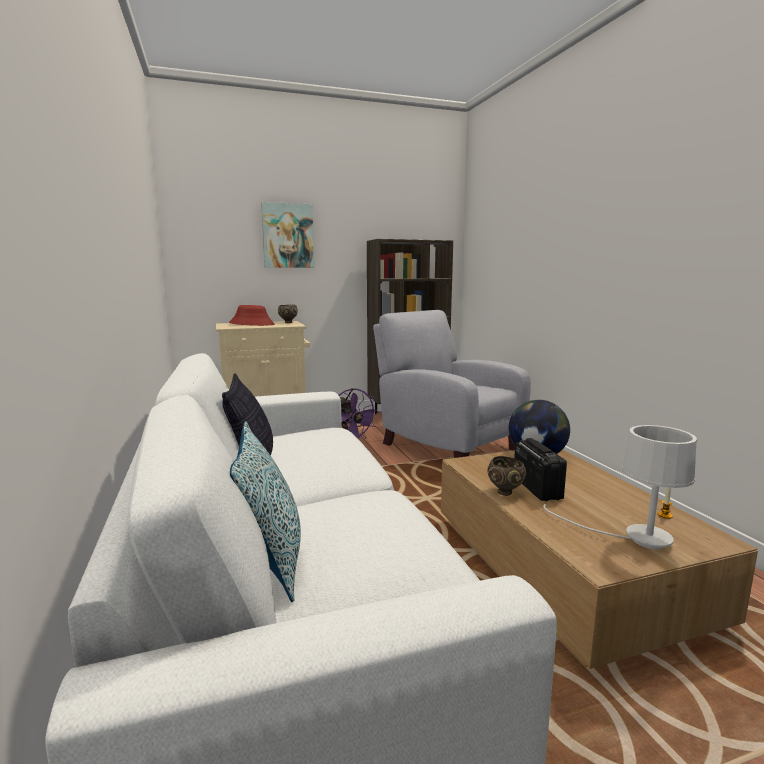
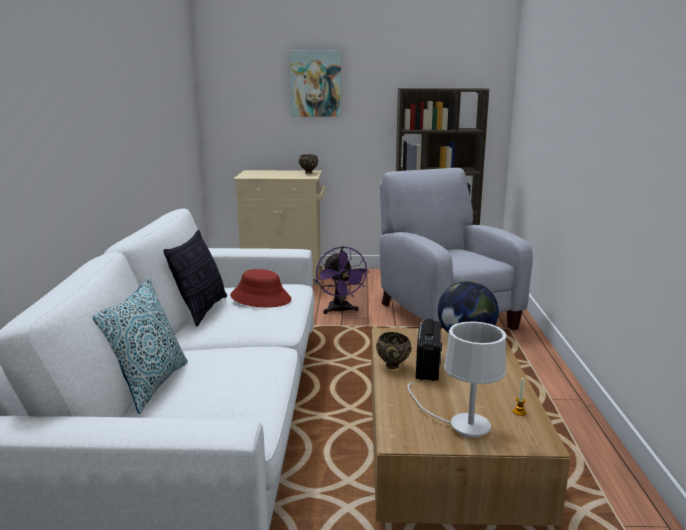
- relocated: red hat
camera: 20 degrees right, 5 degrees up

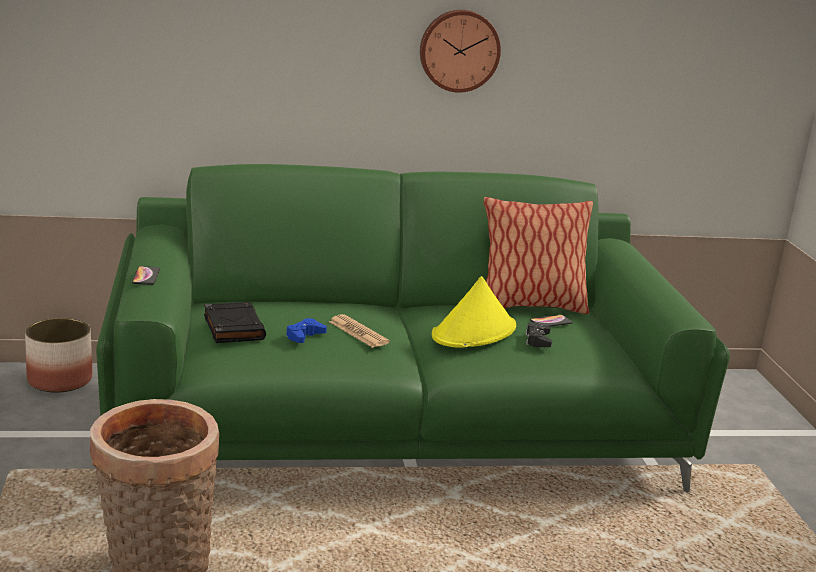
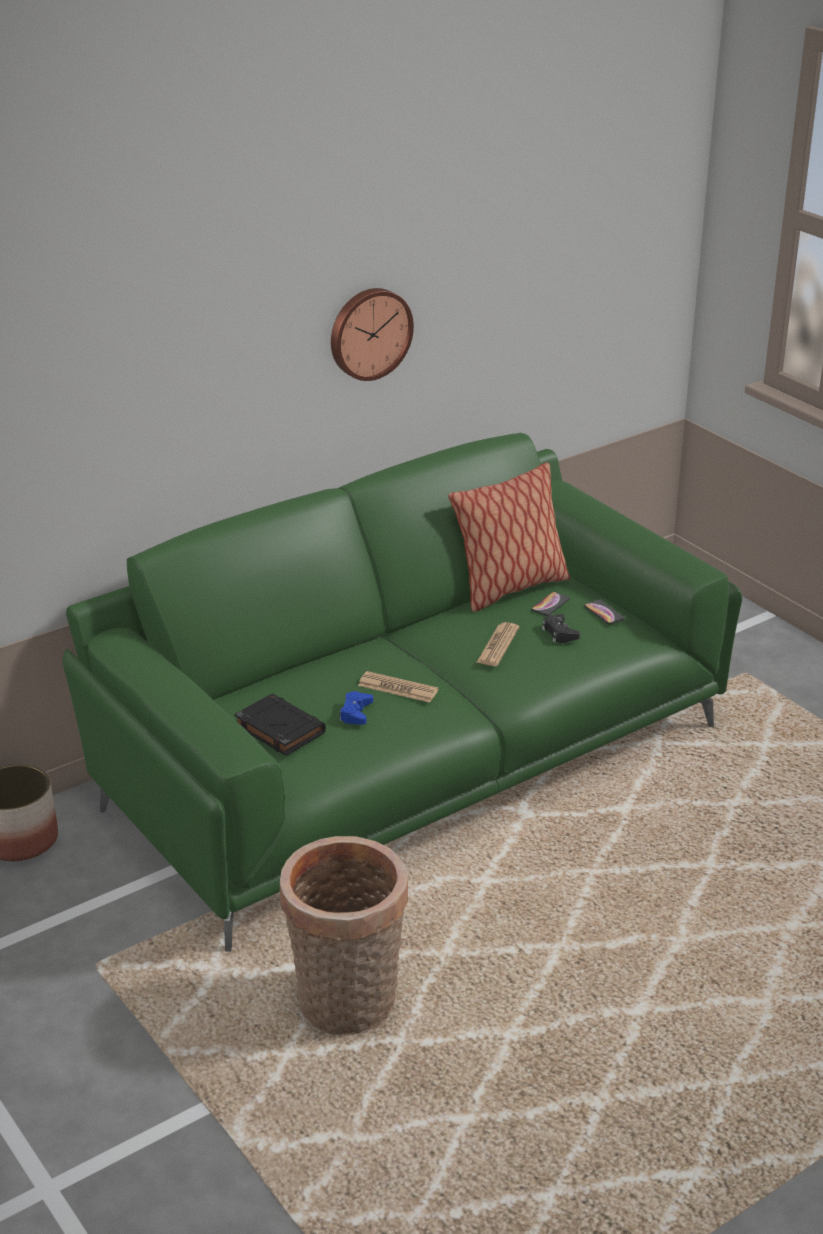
- relocated: phone (no. 1 from left in the first image) to phone (no. 2 from left)
- exchanged: yellow hat to newspaper (no. 2 from left)
camera: 25 degrees left, 10 degrees up

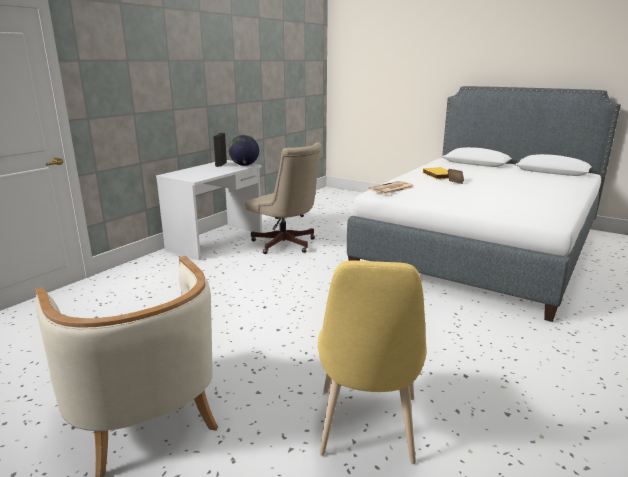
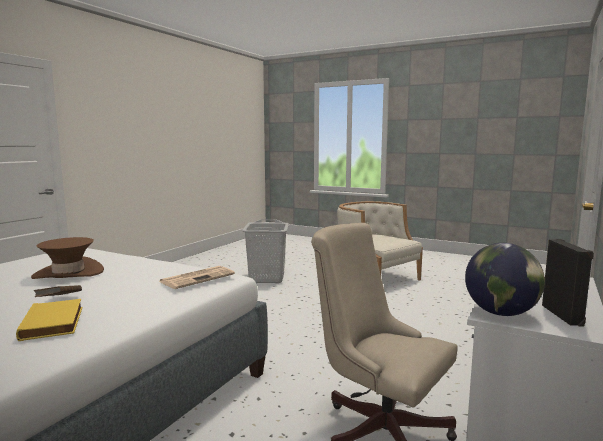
- exchanged: yellow chair to grey laundry basket
- appeared: brown hat
camera: 175 degrees right, 10 degrees down

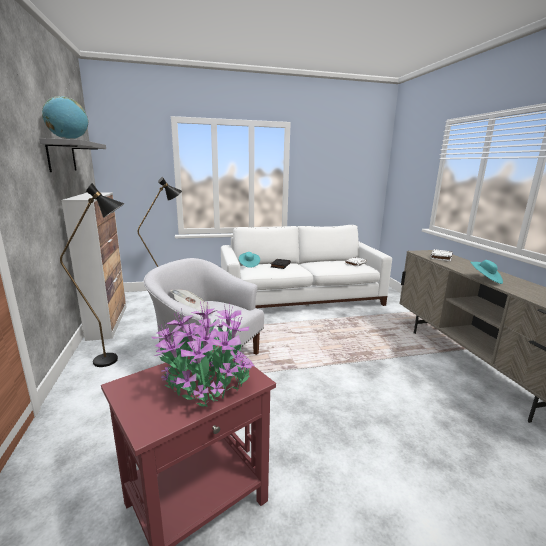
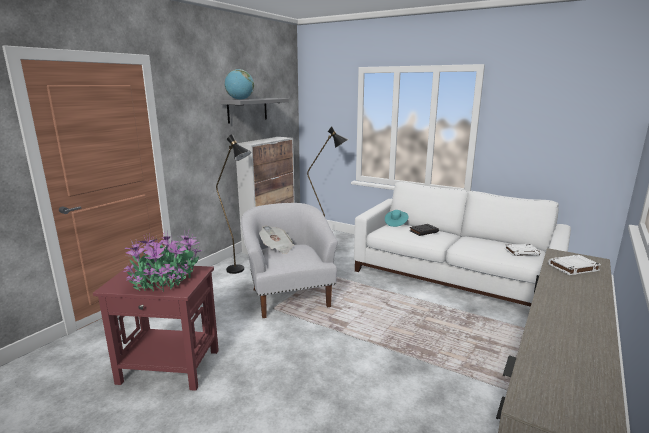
- missing: turquoise hat (no. 2 from left)
camera: 45 degrees right, 0 degrees up

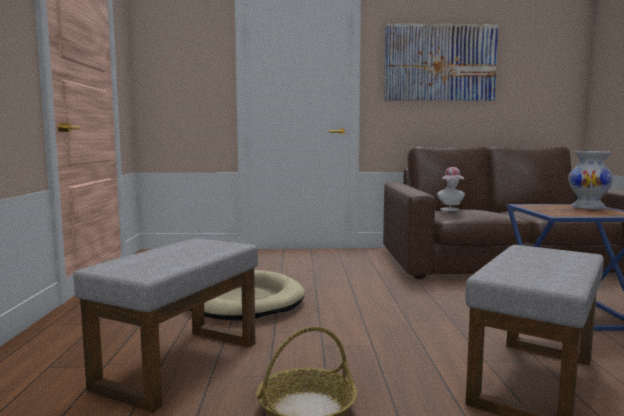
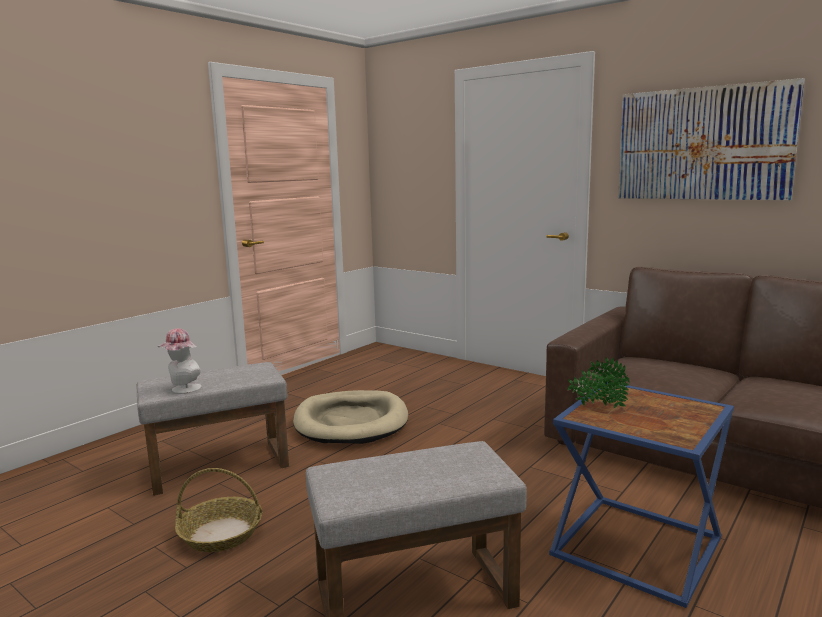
- missing: white vase
- relocated: hat
- appeared: potted plant
camera: 40 degrees right, 5 degrees up

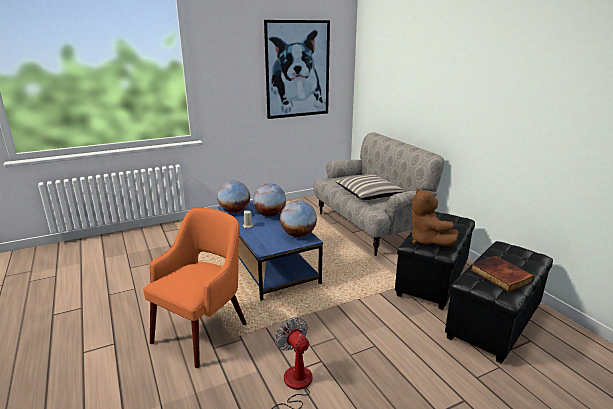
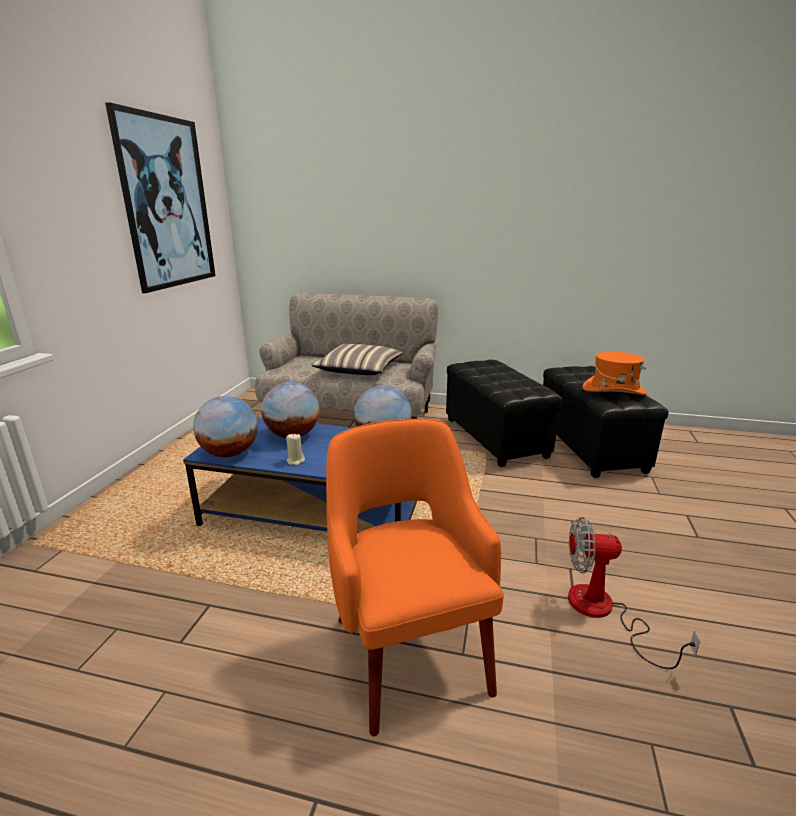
- missing: brown plush toy
- exchanged: book to orange hat
camera: 50 degrees left, 0 degrees up

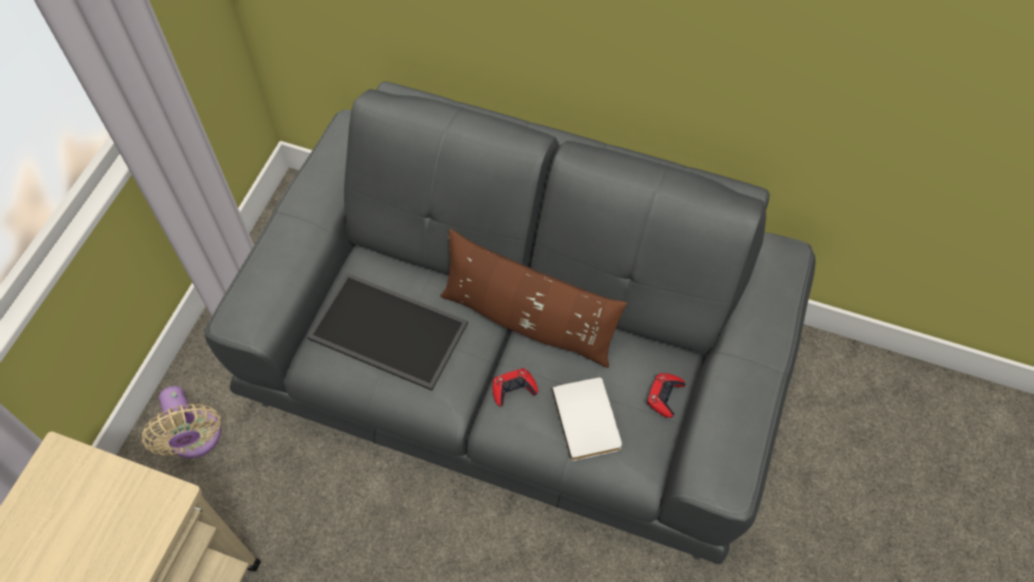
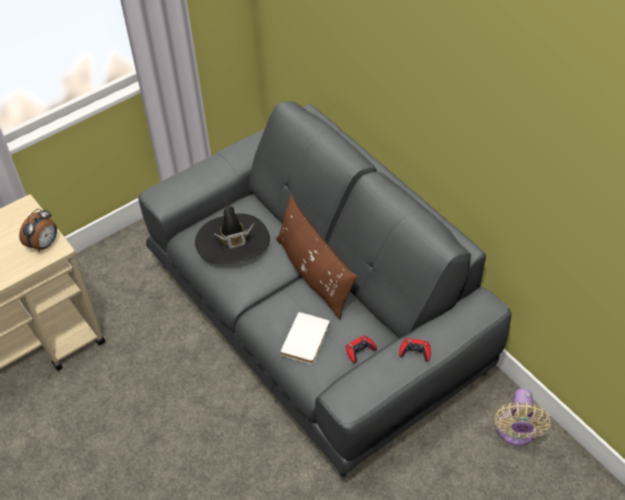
- exchanged: tray to black hat
- relocated: red game controller (no. 1 from left in the first image) to red game controller (no. 2 from left)
- relocated: beige fan
- appeared: alarm clock
camera: 35 degrees right, 10 degrees down

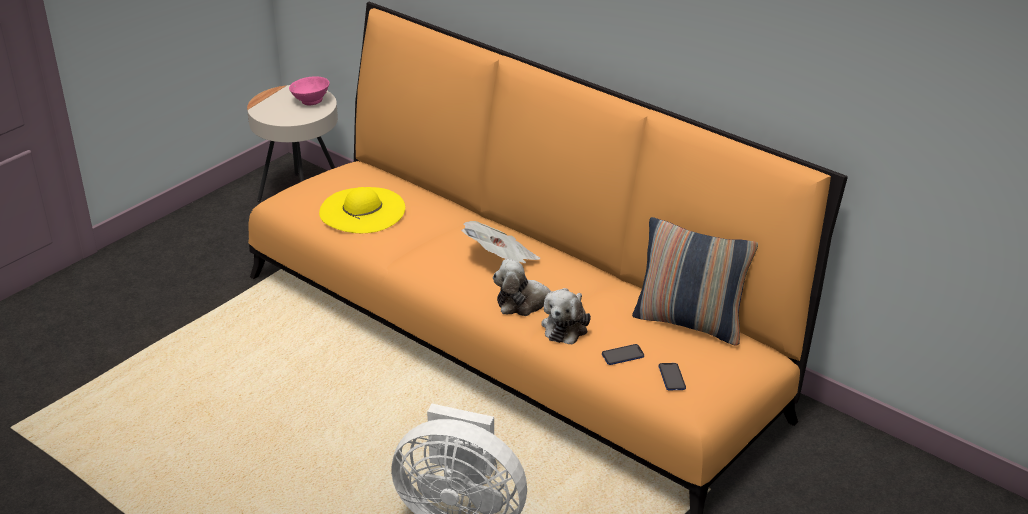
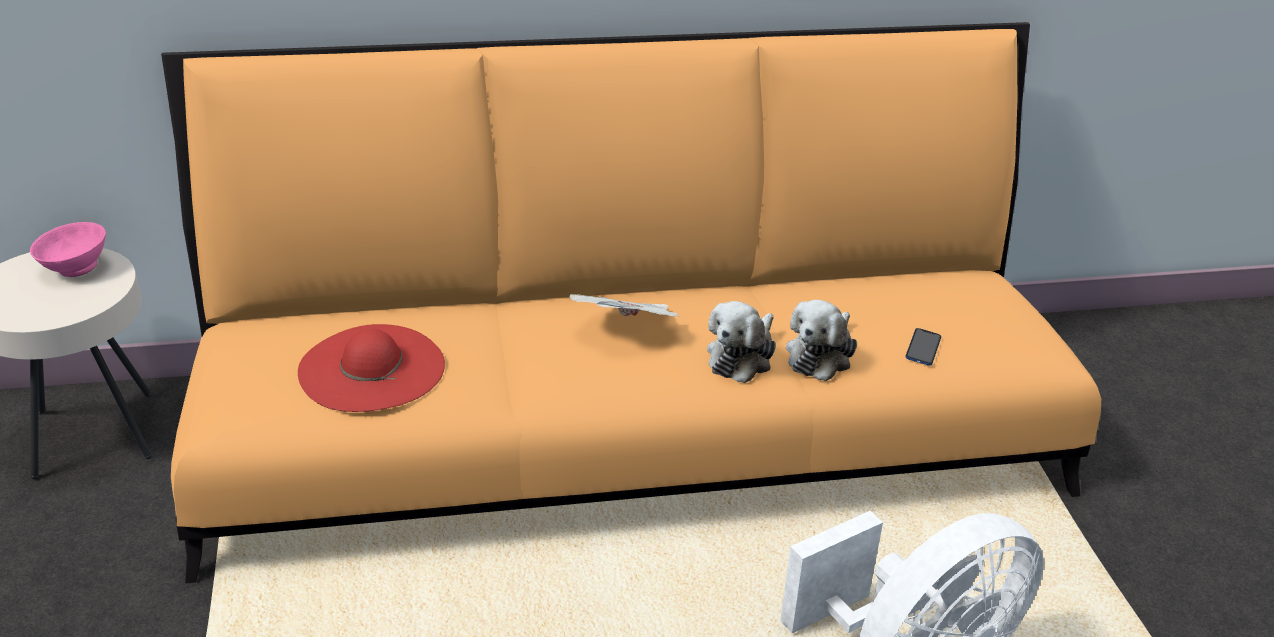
- colour: yellow hat to red hat
- missing: pillow
- spun: plush toy (no. 2 from left) 60 degrees clockwise
- missing: phone (no. 2 from left)
camera: 50 degrees left, 0 degrees up

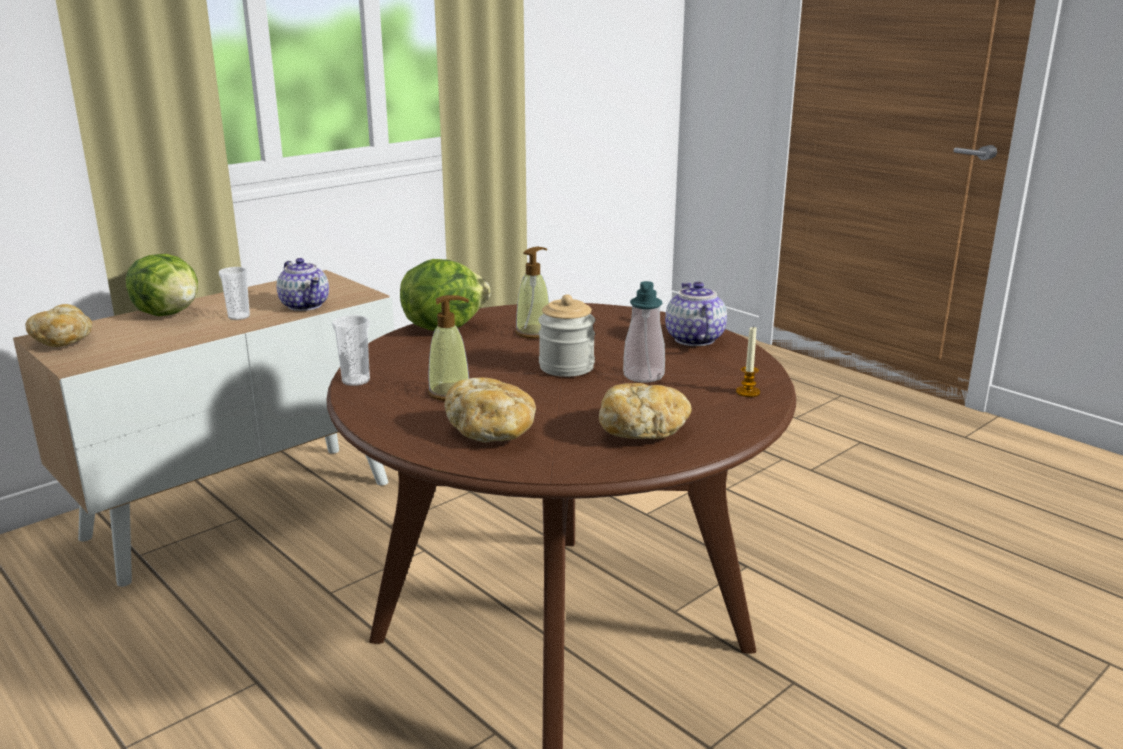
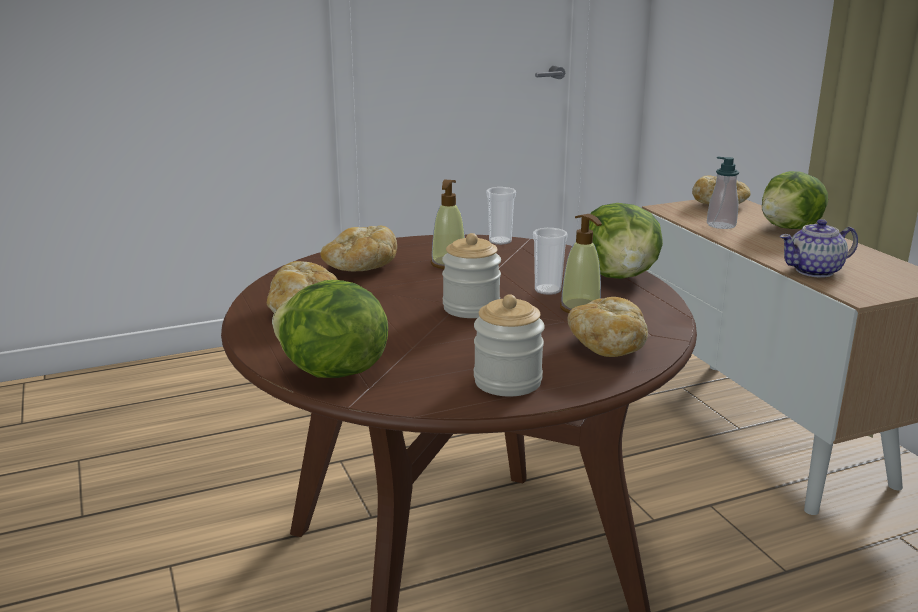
- relocated: cup (no. 1 from left in the first image) to cup (no. 2 from left)
- relocated: soap dispenser (no. 3 from left)
- exchanged: teapot (no. 2 from left) to jar (no. 2 from left)
- exchanged: candle to lettuce (no. 1 from left)
- appeared: bread (no. 3 from left)
camera: 110 degrees right, 0 degrees up

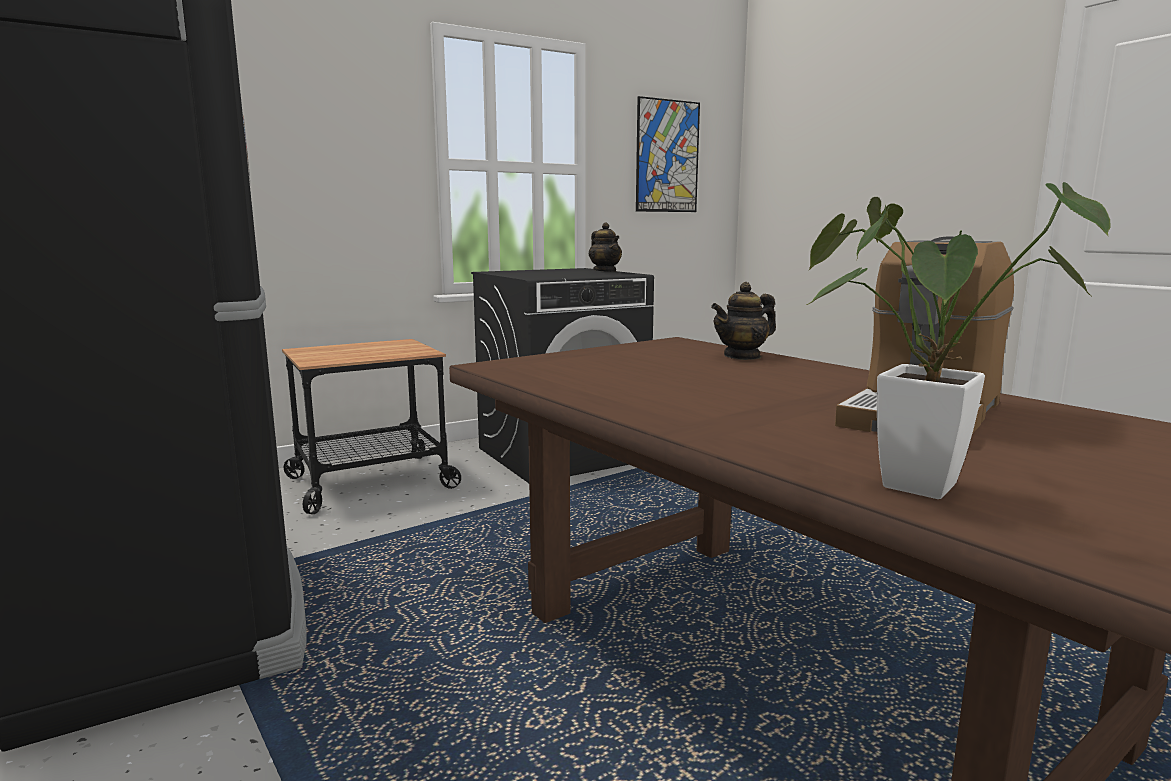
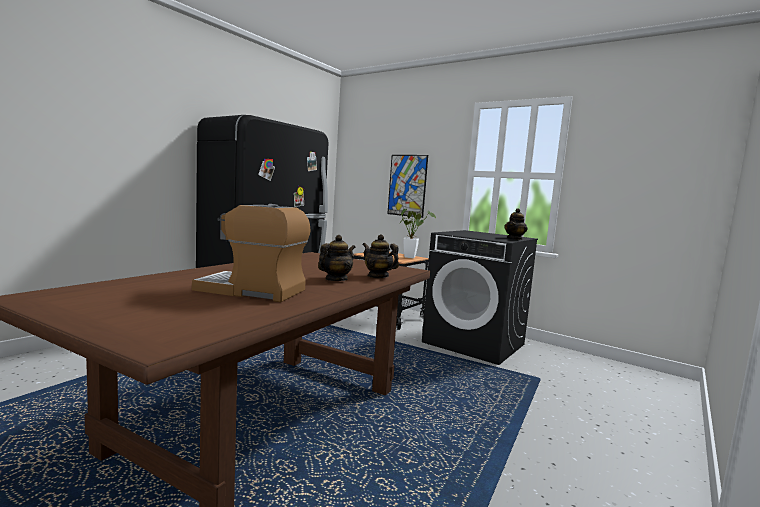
- relocated: picture
- relocated: potted plant
- appeared: teapot (no. 1 from left)
camera: 65 degrees right, 5 degrees down

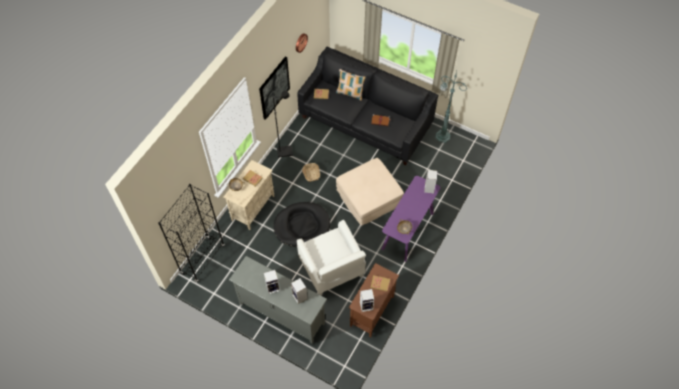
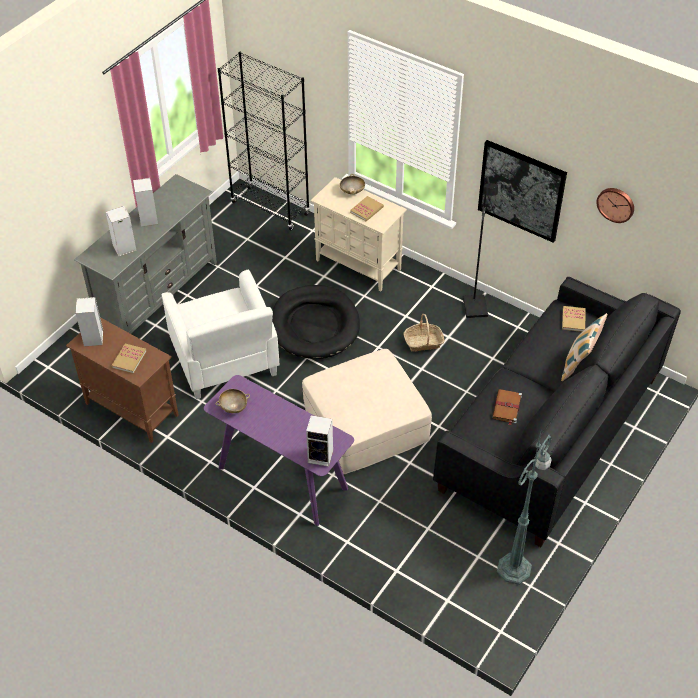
- spun: white armchair 90 degrees counterclockwise
camera: 95 degrees right, 10 degrees down

